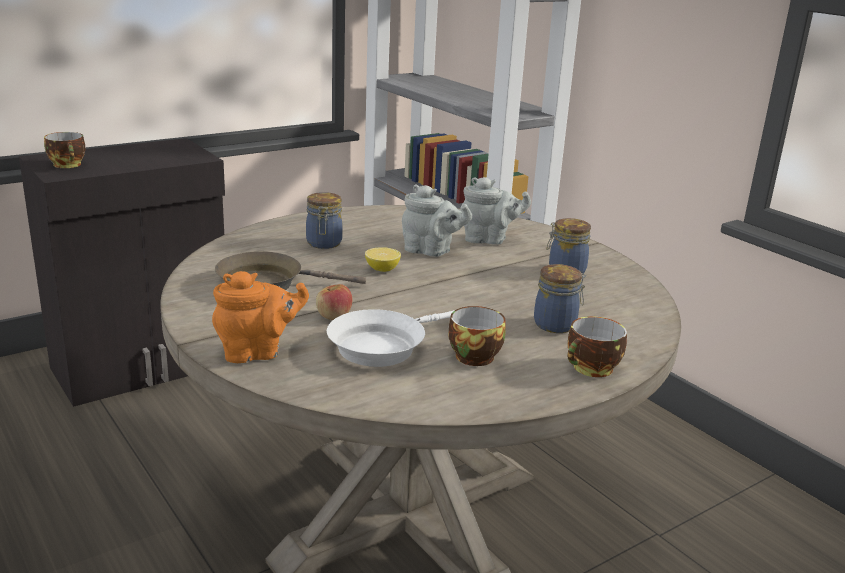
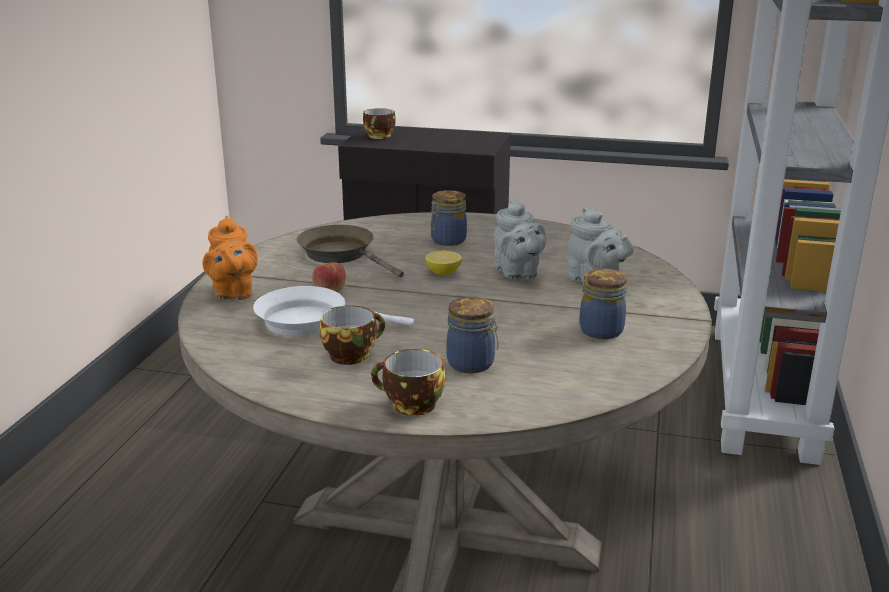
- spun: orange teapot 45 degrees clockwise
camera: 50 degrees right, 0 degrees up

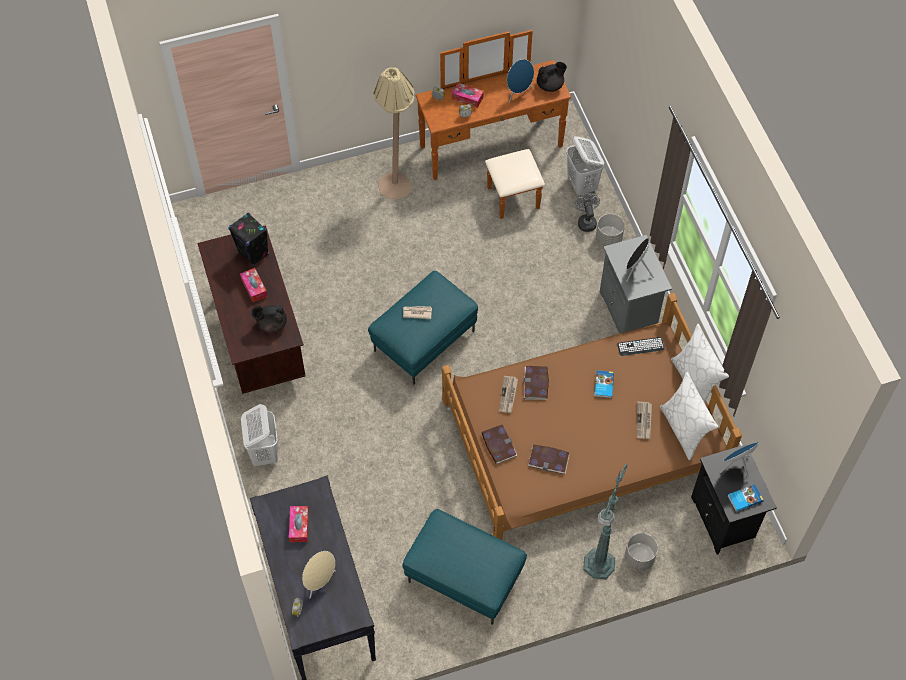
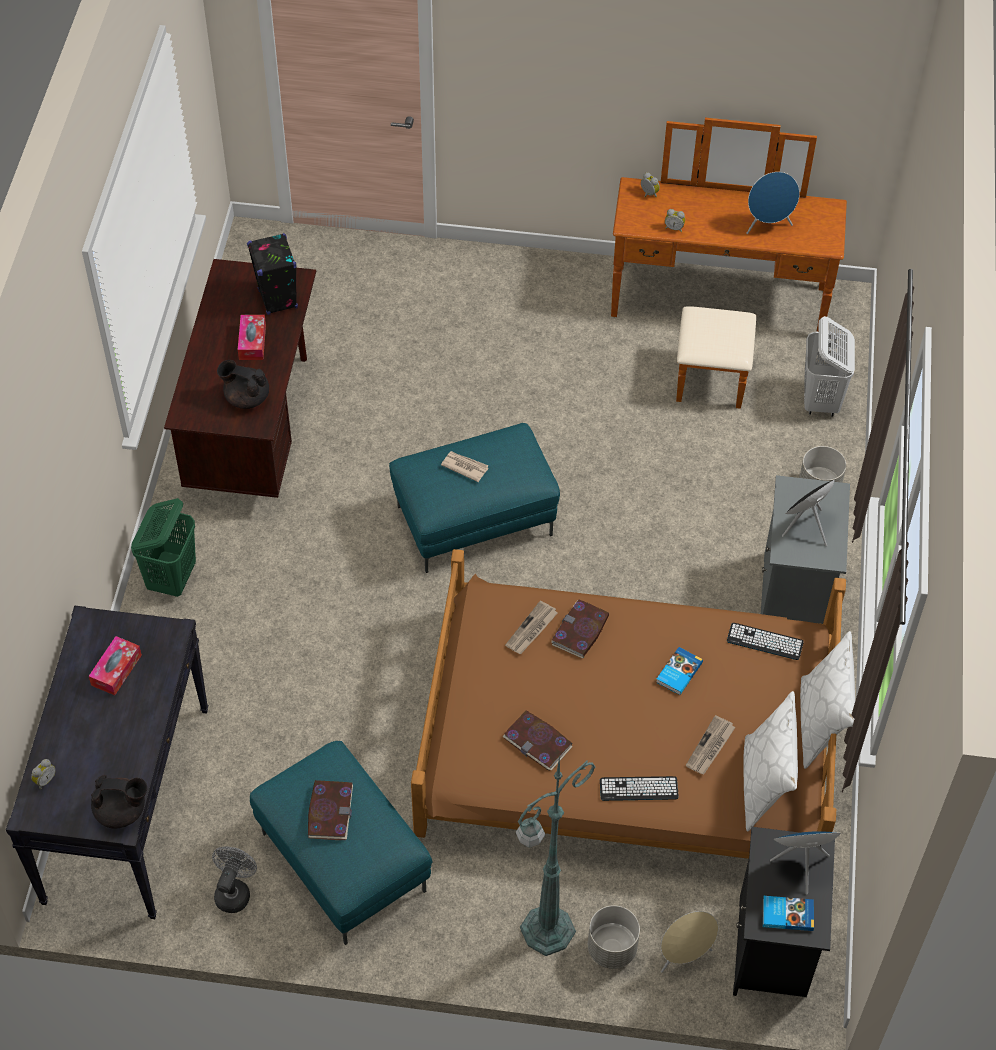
- relocated: black teapot (no. 2 from left in the first image) to black teapot (no. 1 from left)
- missing: beige floor lamp
- missing: tissue box (no. 3 from left)
- relocated: grey fan
- colour: white laundry basket (no. 1 from left) to green laundry basket
- relocated: book (no. 1 from left)
- relocated: beige speaker
- appeared: keyboard (no. 1 from left)
camera: 25 degrees right, 5 degrees down

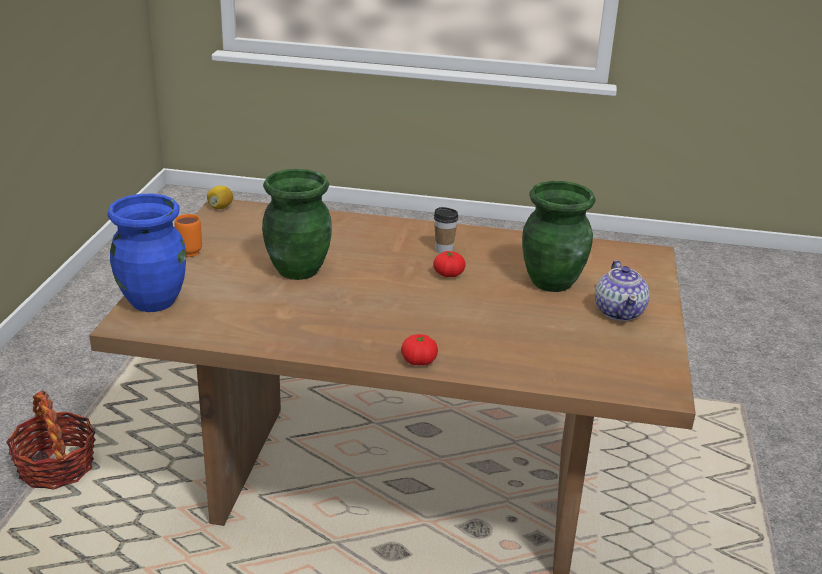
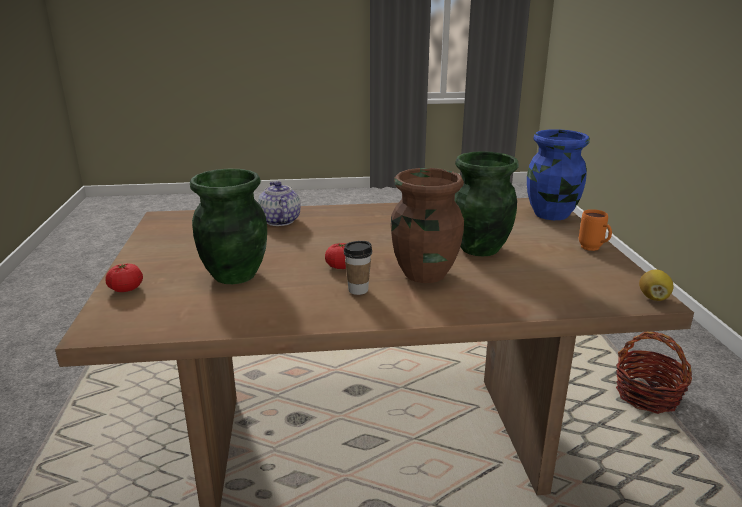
- relocated: teapot
- relocated: tomato (no. 1 from left)
- appeared: brown vase
camera: 165 degrees right, 5 degrees down

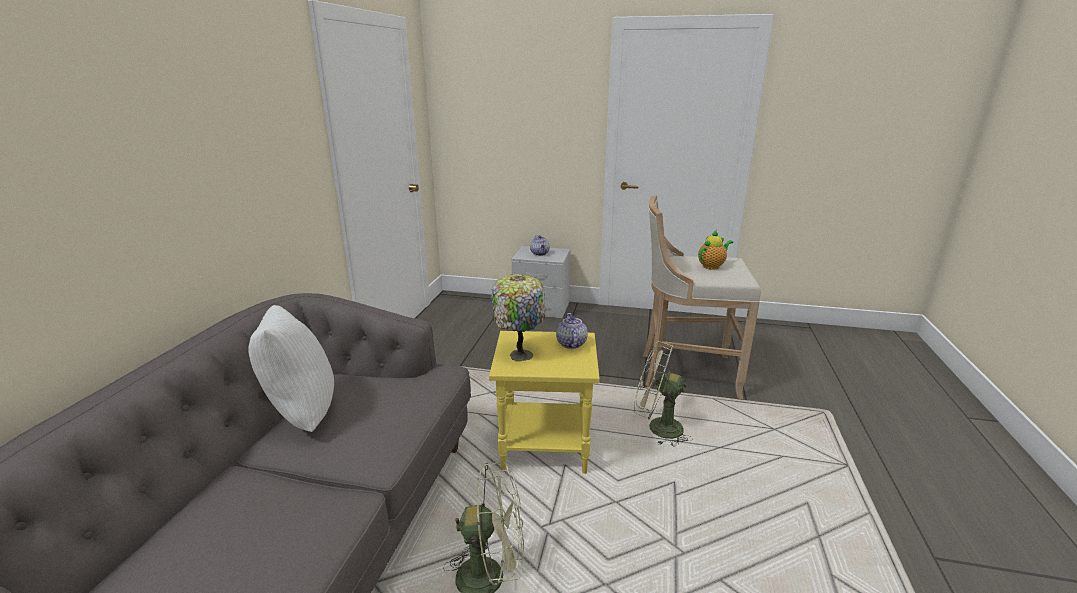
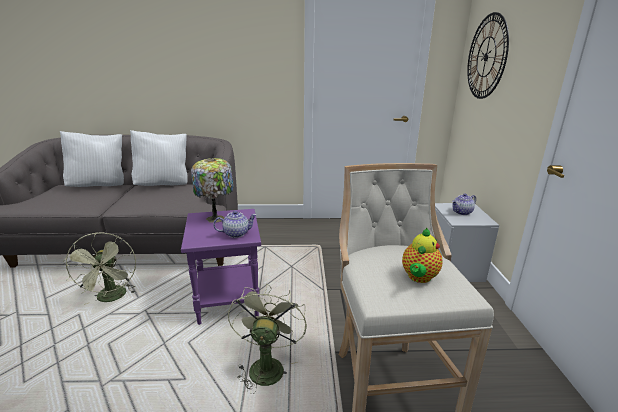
- spun: teapot (no. 3 from left in the first image) 75 degrees clockwise
- colour: yellow side table to purple side table
- appeared: wall clock
- appeared: white pillow (no. 1 from left)
camera: 75 degrees right, 0 degrees up

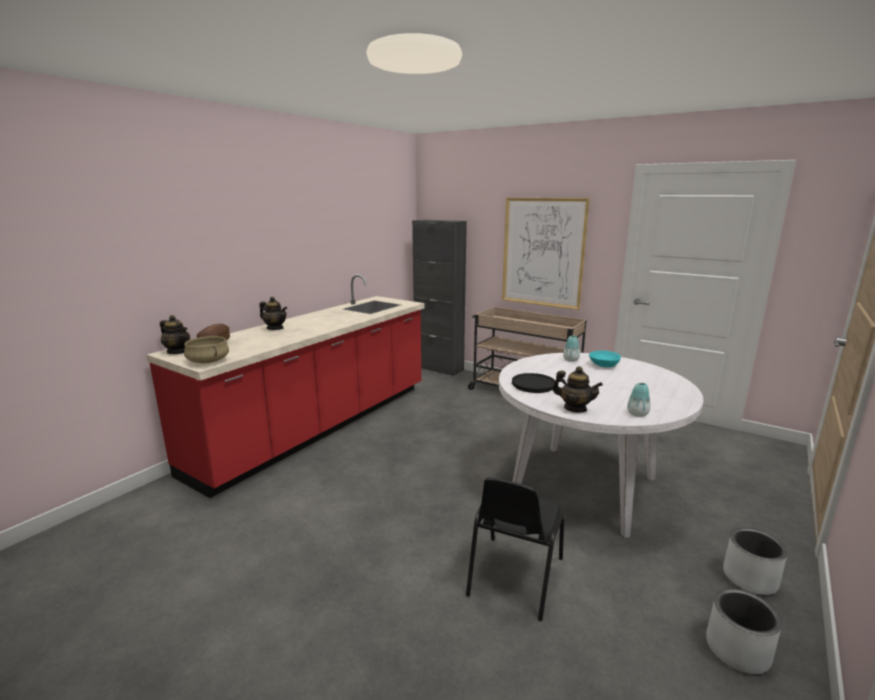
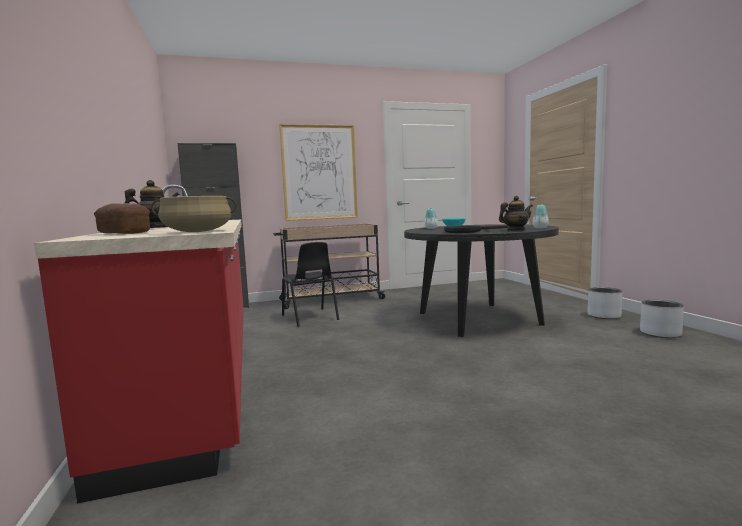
- missing: teapot (no. 1 from left)
- colour: white dining table to black dining table
- relocated: black chair
camera: 50 degrees left, 10 degrees down

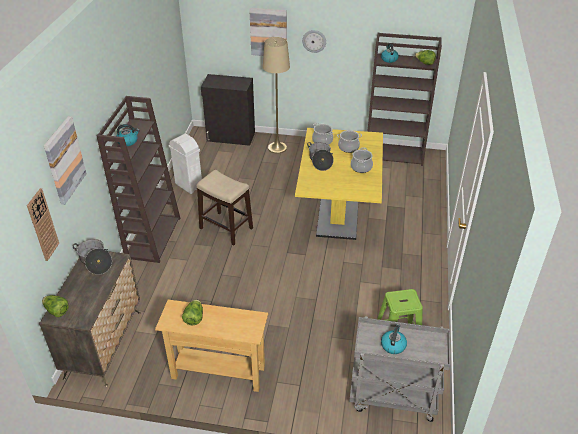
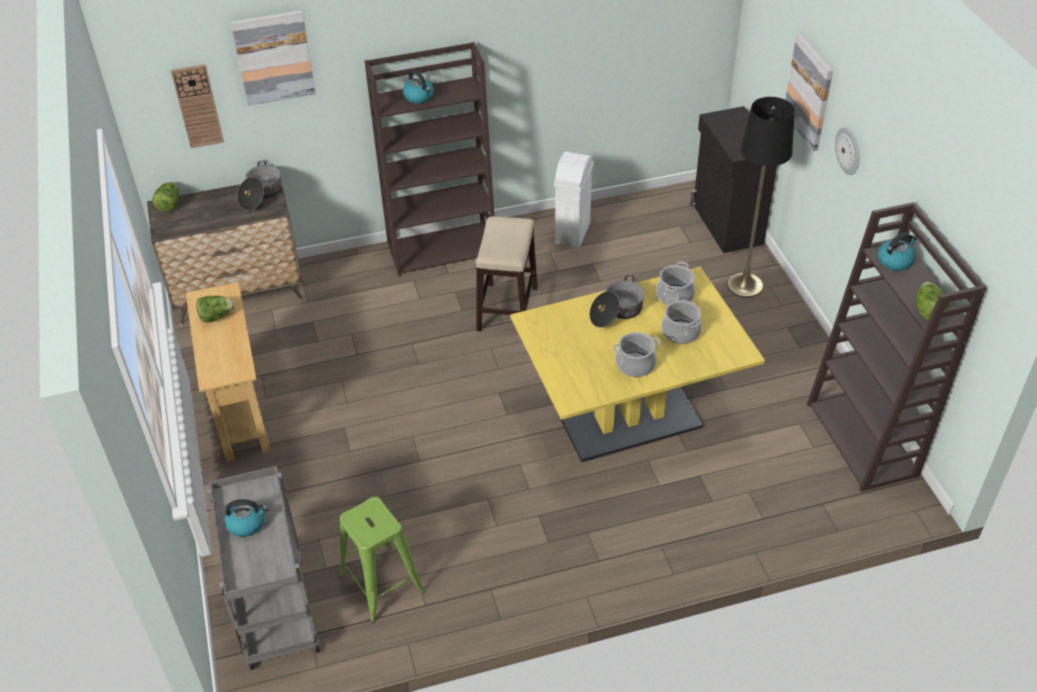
- colour: beige floor lamp to black floor lamp
camera: 65 degrees right, 5 degrees up

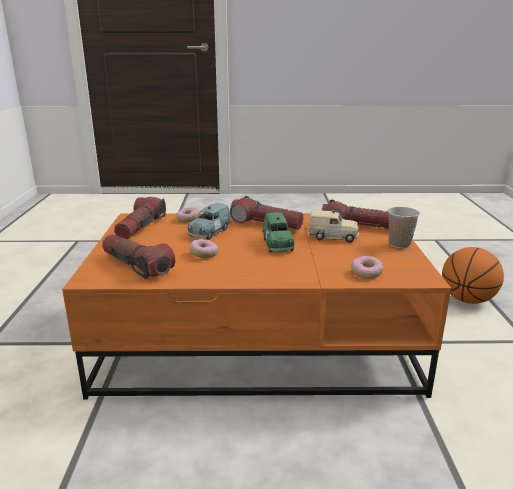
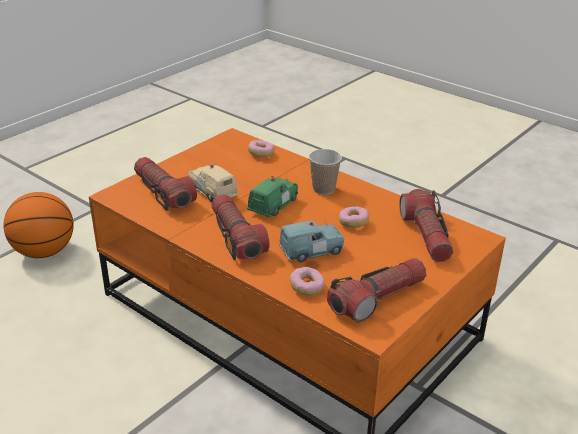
- relocated: cup
camera: 140 degrees left, 10 degrees up

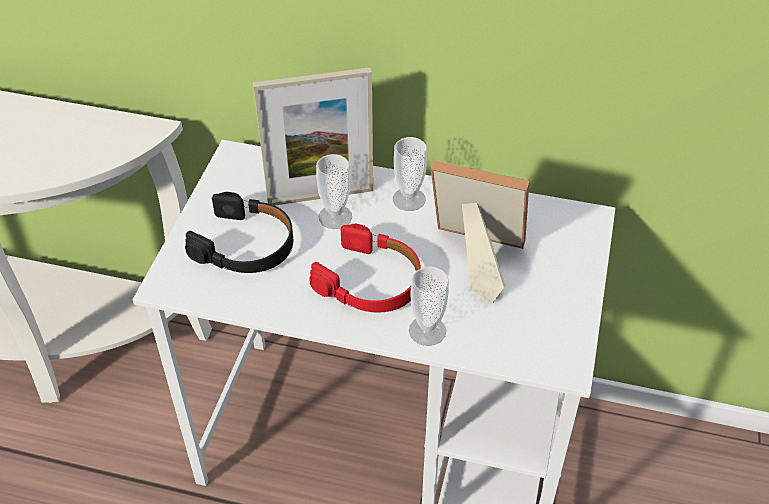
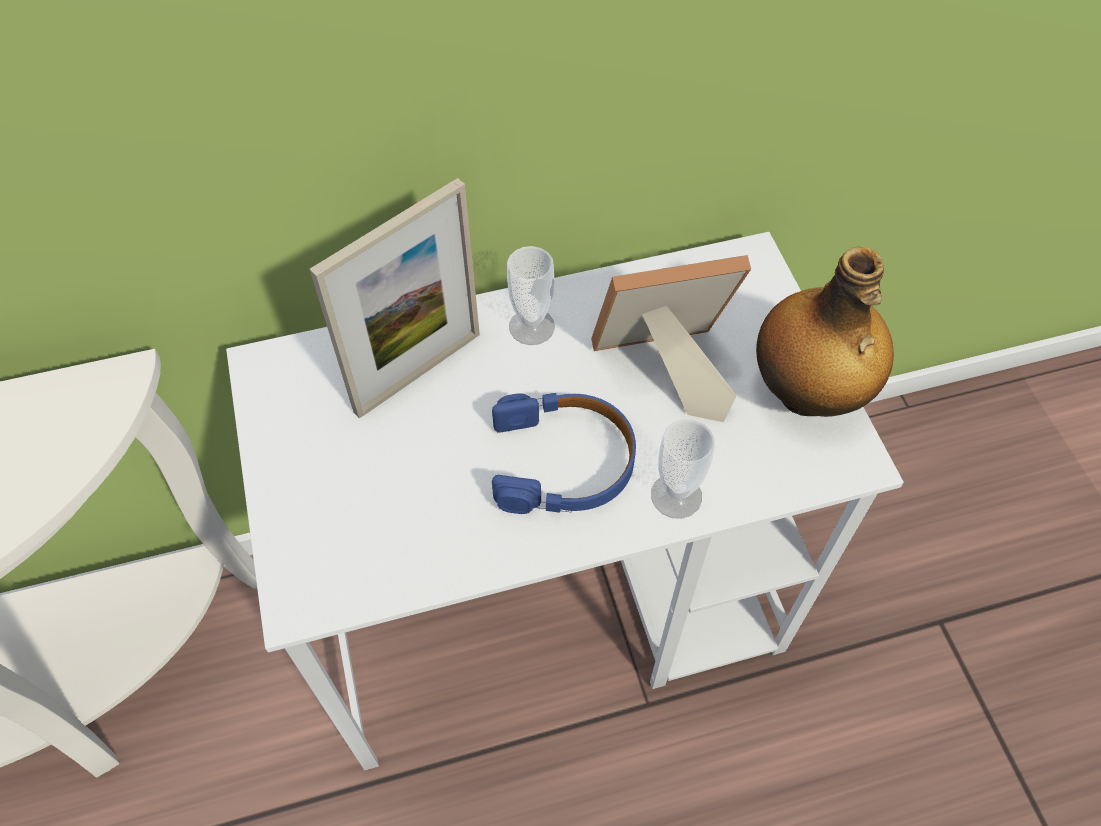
- missing: cup (no. 1 from left)
- missing: black headphones
- colour: red headphones to blue headphones
- appeared: bottle
camera: 30 degrees left, 10 degrees up

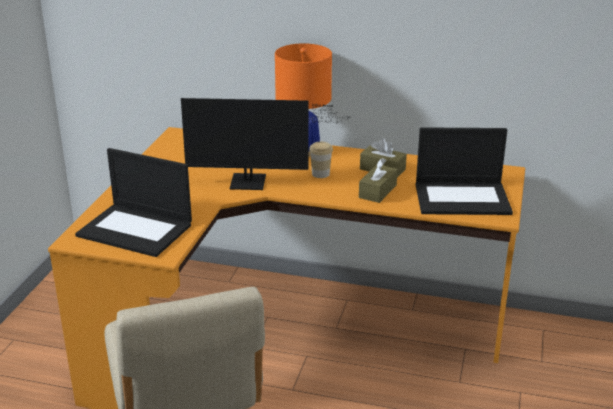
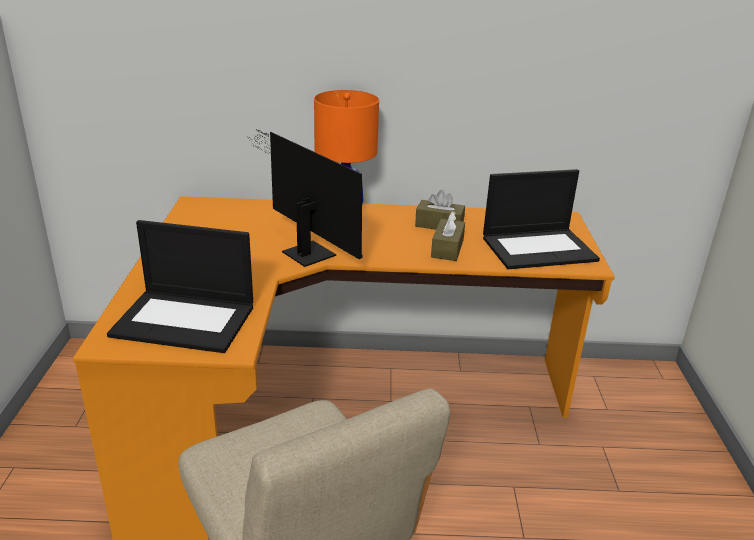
- spun: monitor 120 degrees counterclockwise
- missing: cup
camera: 15 degrees left, 0 degrees up

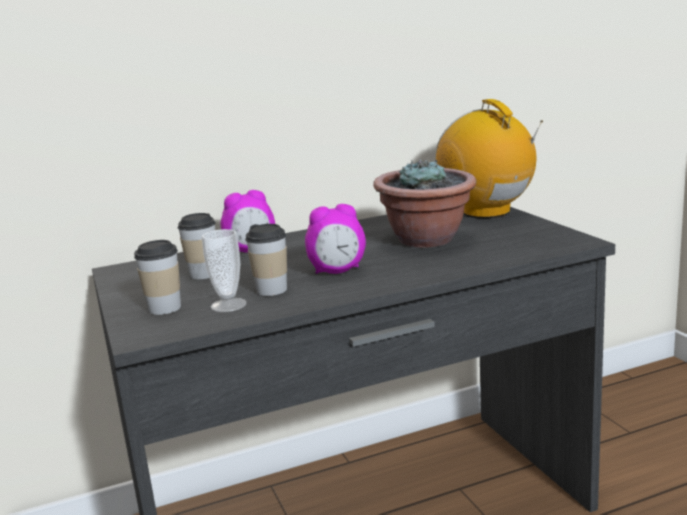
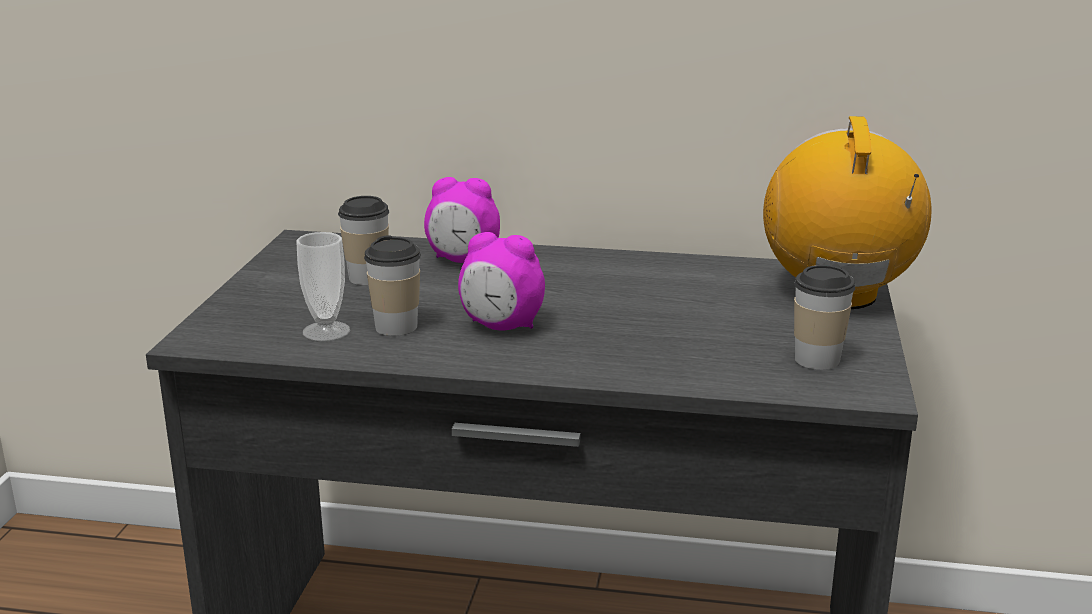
- missing: potted plant
- relocated: cup (no. 1 from left in the first image) to cup (no. 4 from left)
camera: 30 degrees right, 5 degrees up

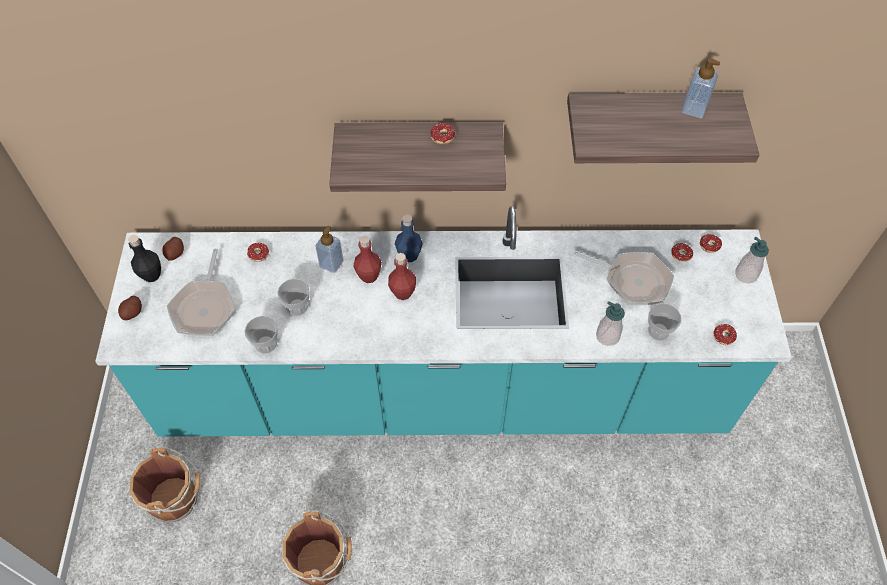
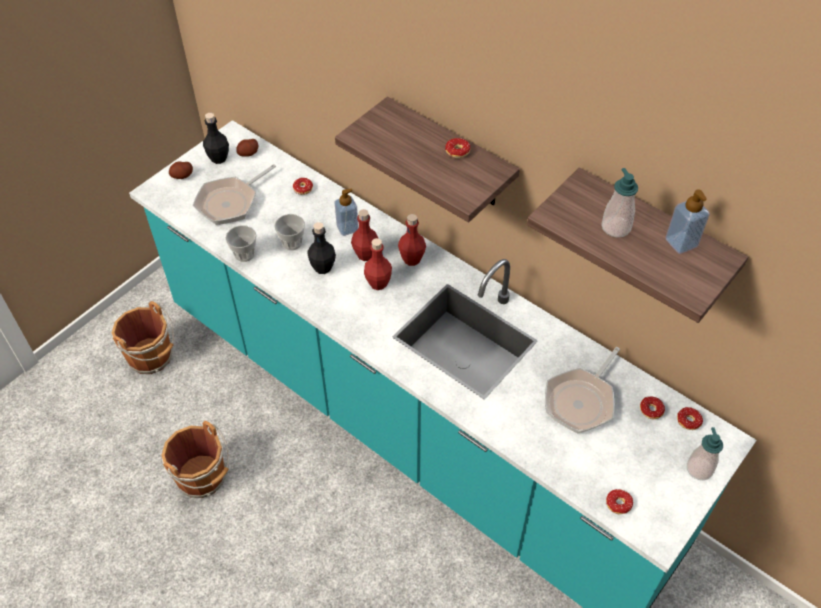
- colour: blue bottle to red bottle (no. 3 from left)
- spun: frying pan (no. 2 from left) 60 degrees clockwise
- relocated: soap dispenser (no. 2 from left)
- missing: cup (no. 3 from left)
- appeared: black bottle (no. 2 from left)
camera: 40 degrees right, 5 degrees down

